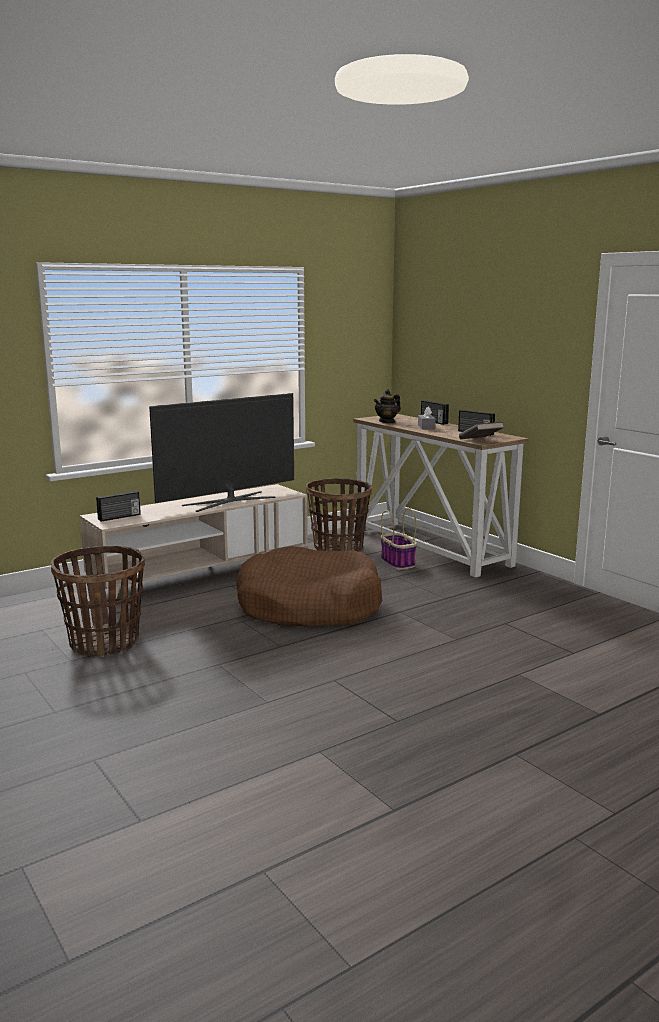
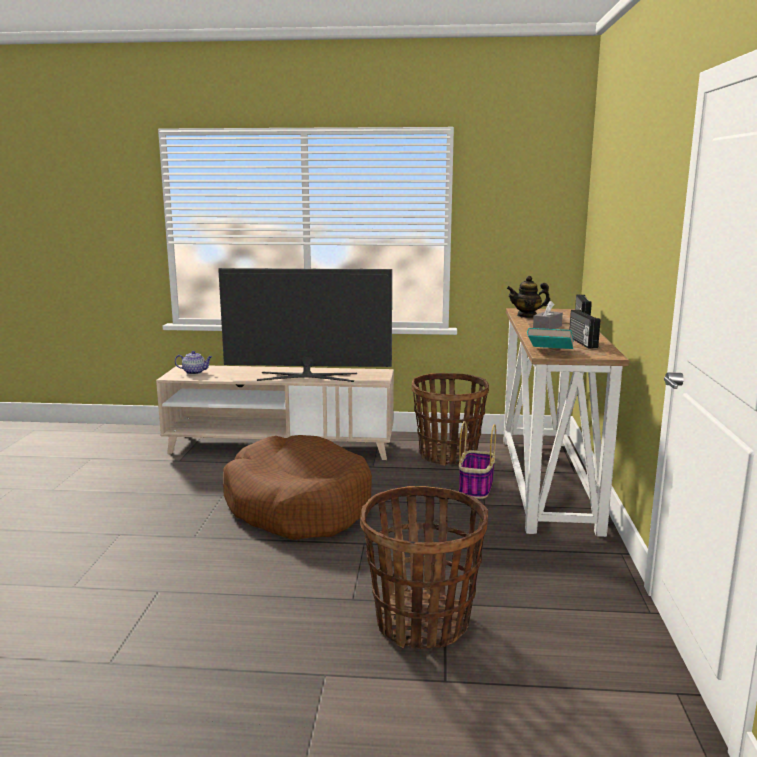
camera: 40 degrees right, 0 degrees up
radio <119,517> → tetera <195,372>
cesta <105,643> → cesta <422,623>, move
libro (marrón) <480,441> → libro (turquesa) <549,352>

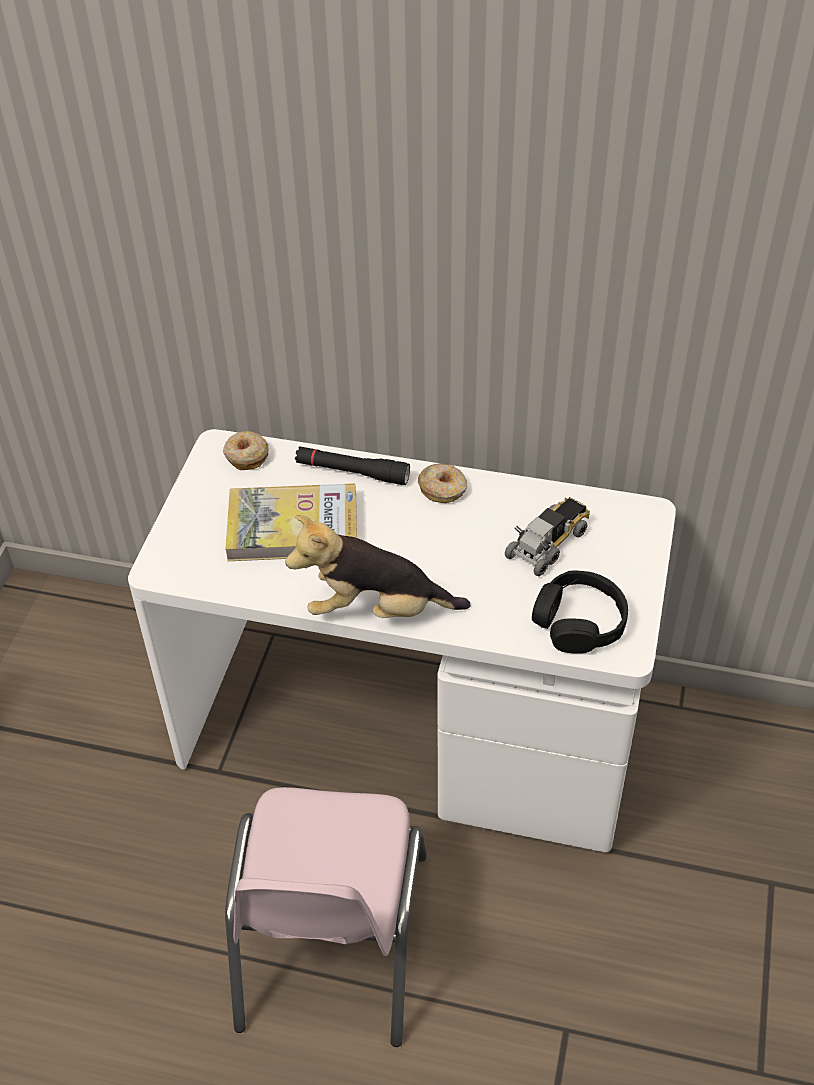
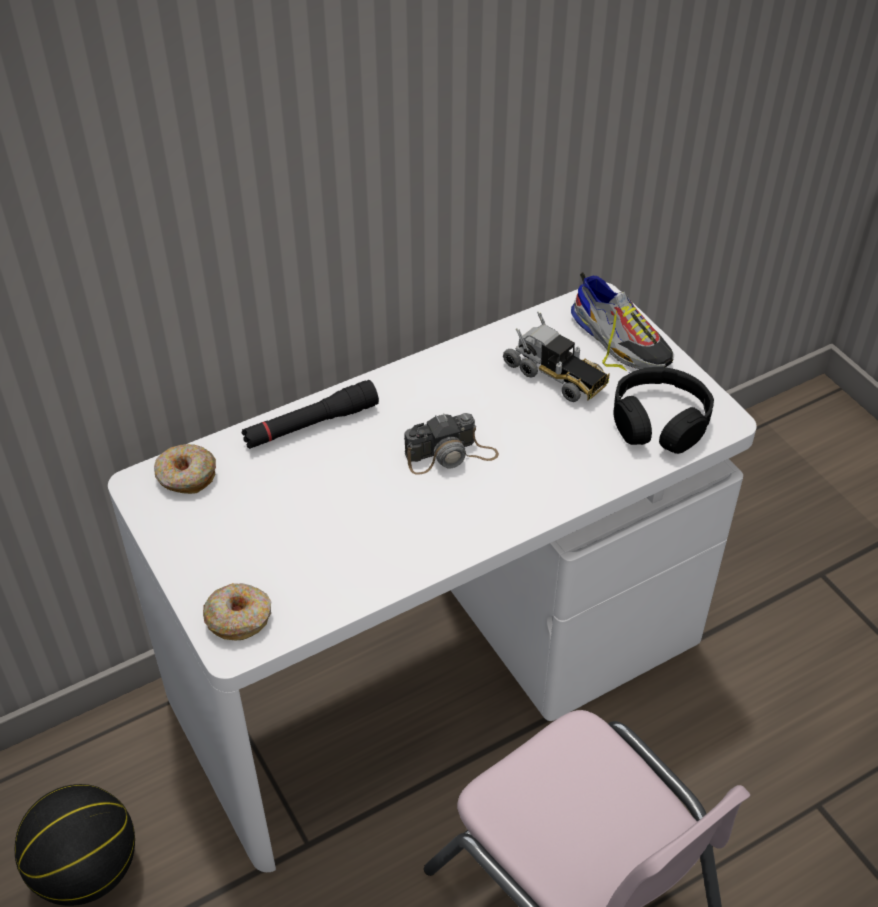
camera: 45 degrees left, 0 degrees up
- → balón de baloncesto <86,869>
rosquilla <443,489> → rosquilla <239,618>, move
- → cámara <450,455>
camión de juguete <548,543> → camión de juguete <556,375>, 135 degrees clockwise
- → zapato <620,340>
libro <293,527> → -
peluche <376,610> → -

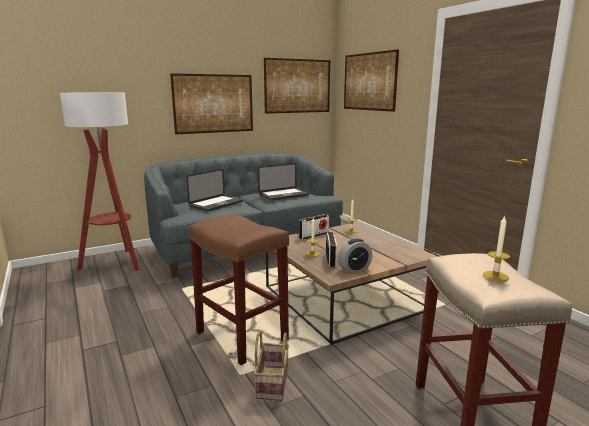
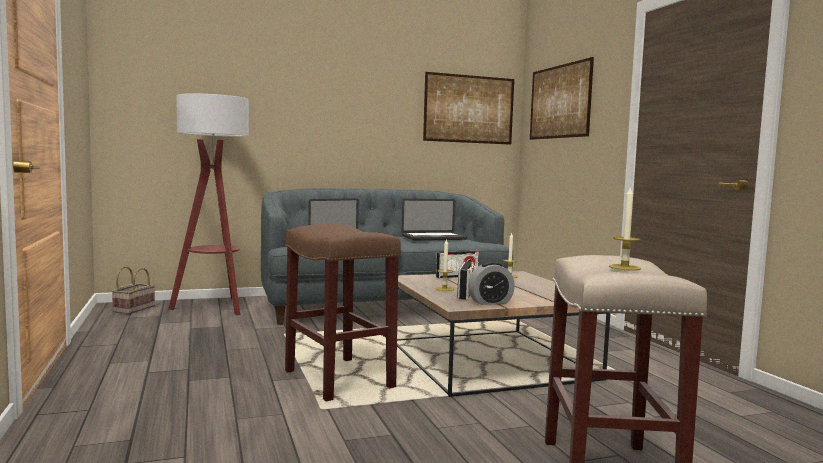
camera: 10 degrees right, 10 degrees down
cesta <271,382> → cesta <134,309>, move
cuadro <213,103> → -

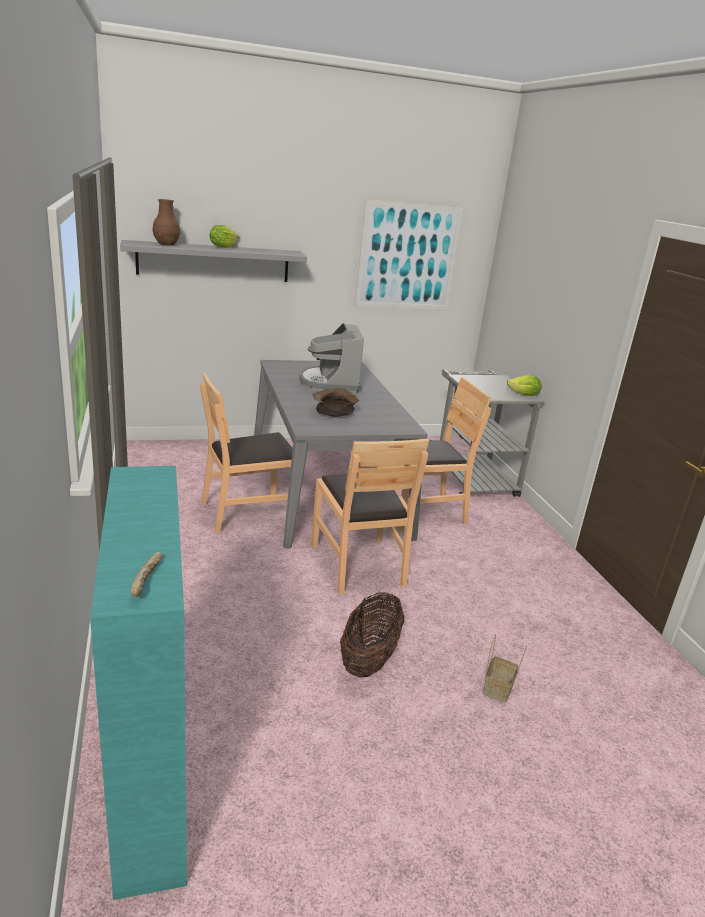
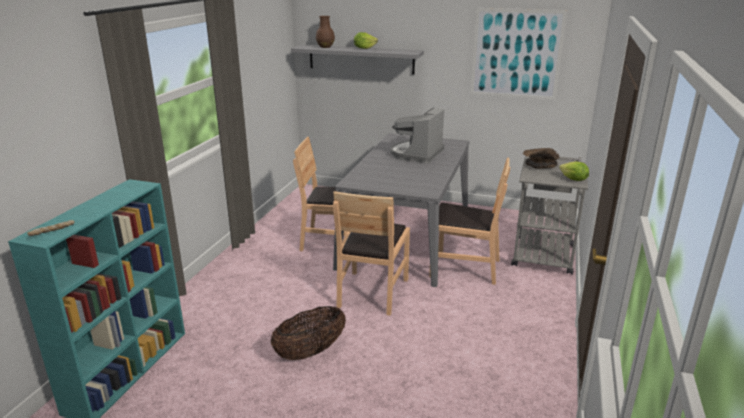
camera: 35 degrees right, 0 degrees up
cuenco (marrón) <334,413> → cuenco (marrón) <539,166>, move
cesta <498,689> → -

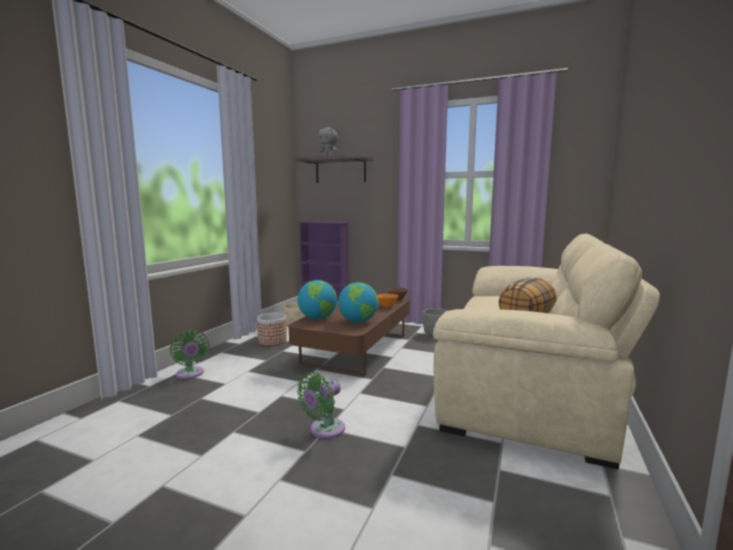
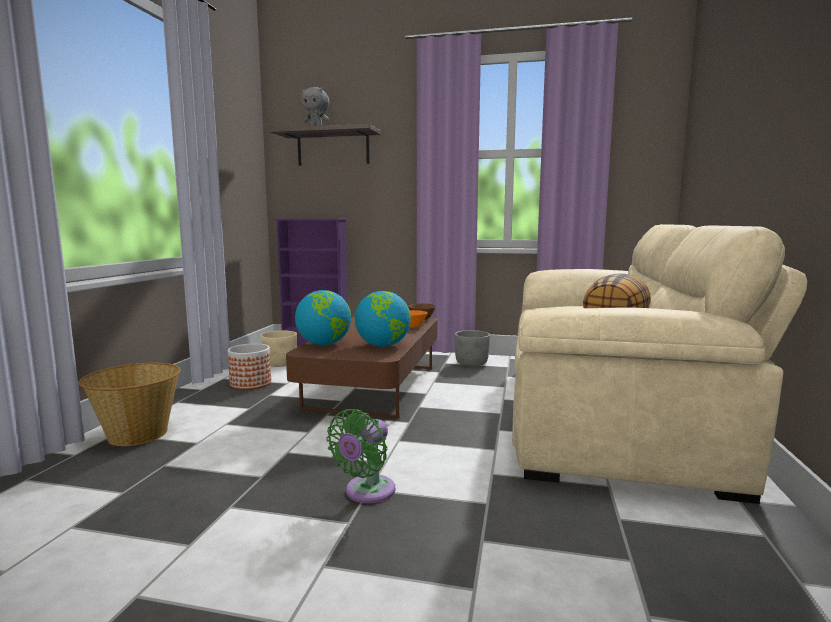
camera: 10 degrees left, 0 degrees up
ventilador (verde) <190,374> → cesta <137,434>

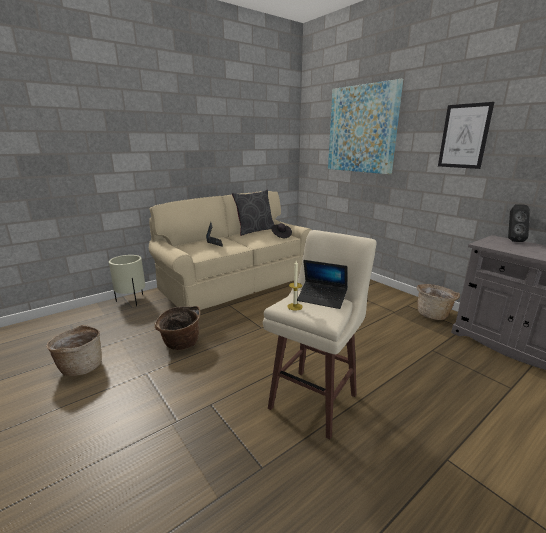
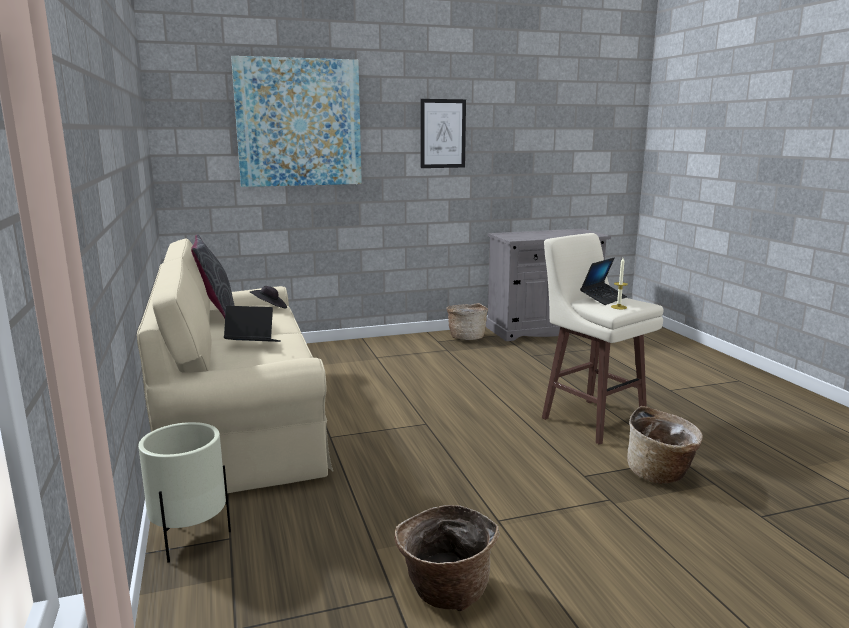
camera: 70 degrees left, 5 degrees down
cesta <181,344> → cesta <660,474>, move
altavoz (negro) <512,240> → -

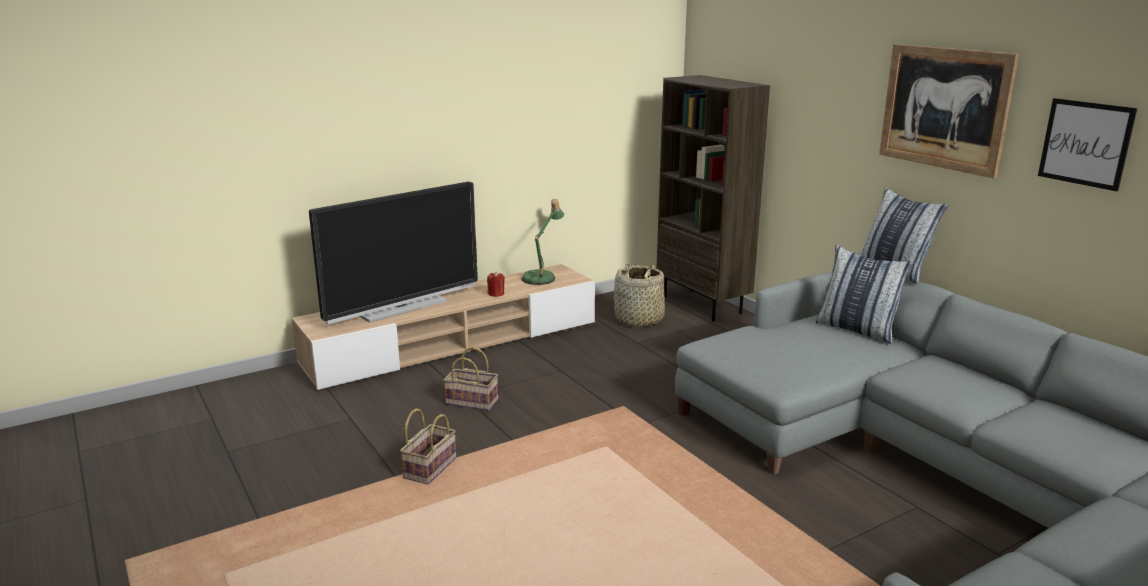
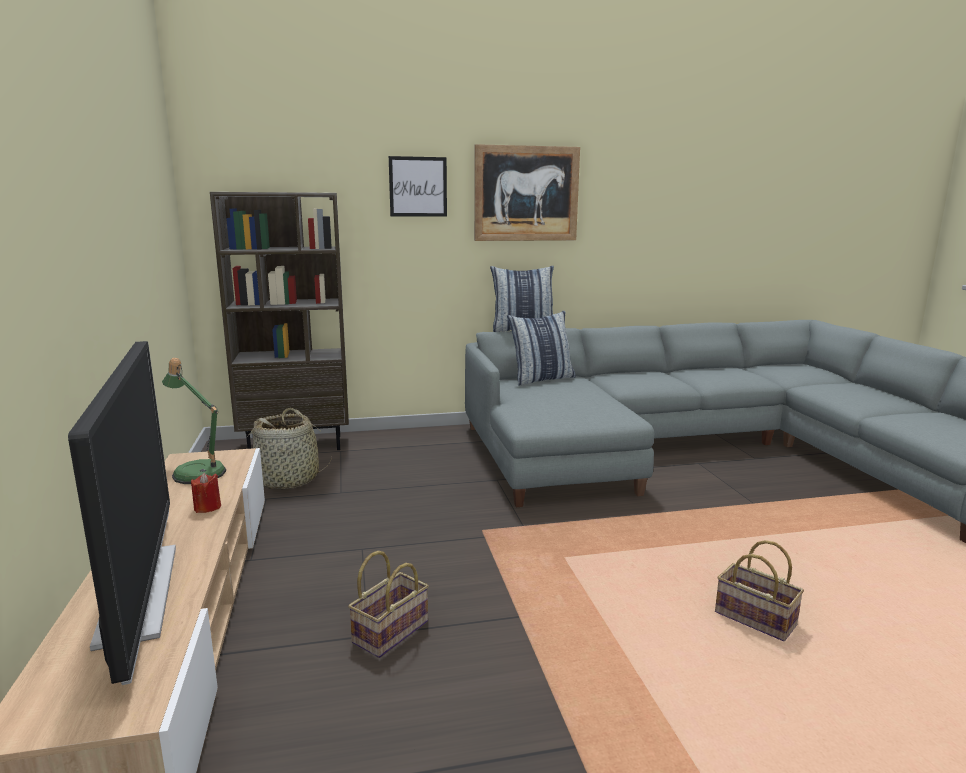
camera: 70 degrees left, 5 degrees down
cuadro <1085,143> → cuadro <418,187>, move
cesta <430,467> → cesta <752,619>, move

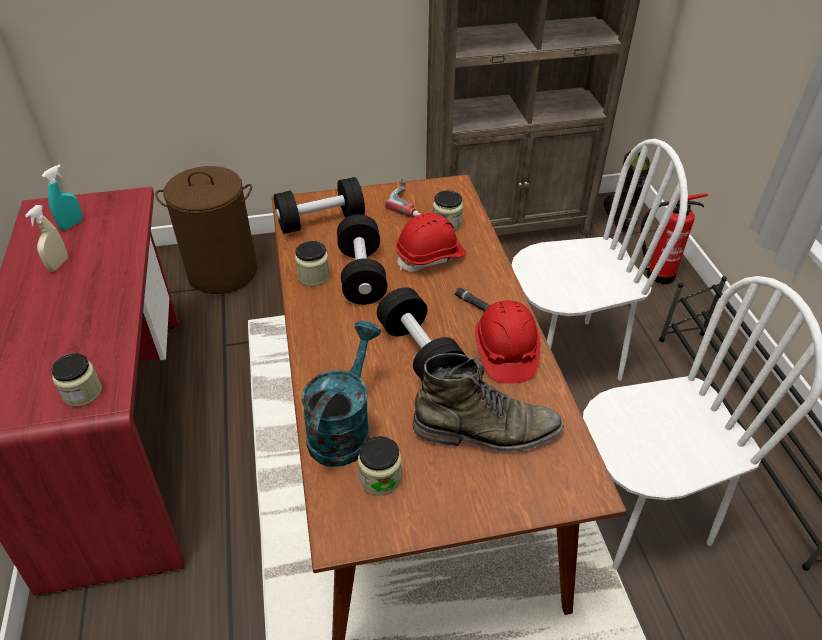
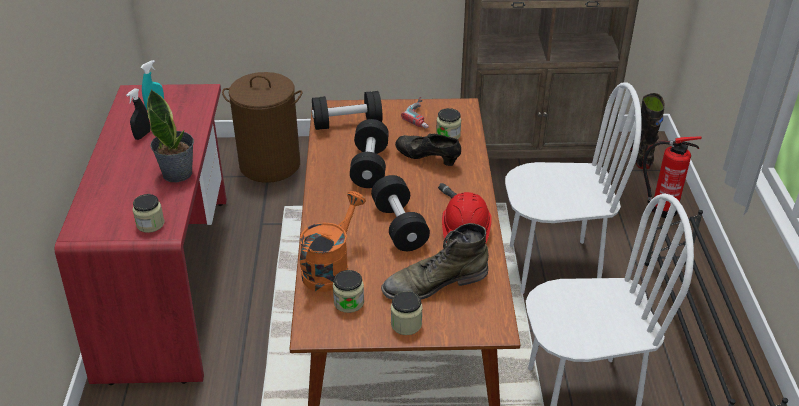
camera: 10 degrees right, 5 degrees down
pulverizador (beis) <58,264> → pulverizador (negro) <142,135>
- → planta en maceta <178,173>
regadera (turquesa) <343,428> → regadera (naranja) <330,268>
bota (verde) <487,430> → bota (verde) <434,282>, 150 degrees clockwise
tarro <313,276> → tarro <406,324>, move
casco (rojo) <431,257> → zapato (negro) <427,159>

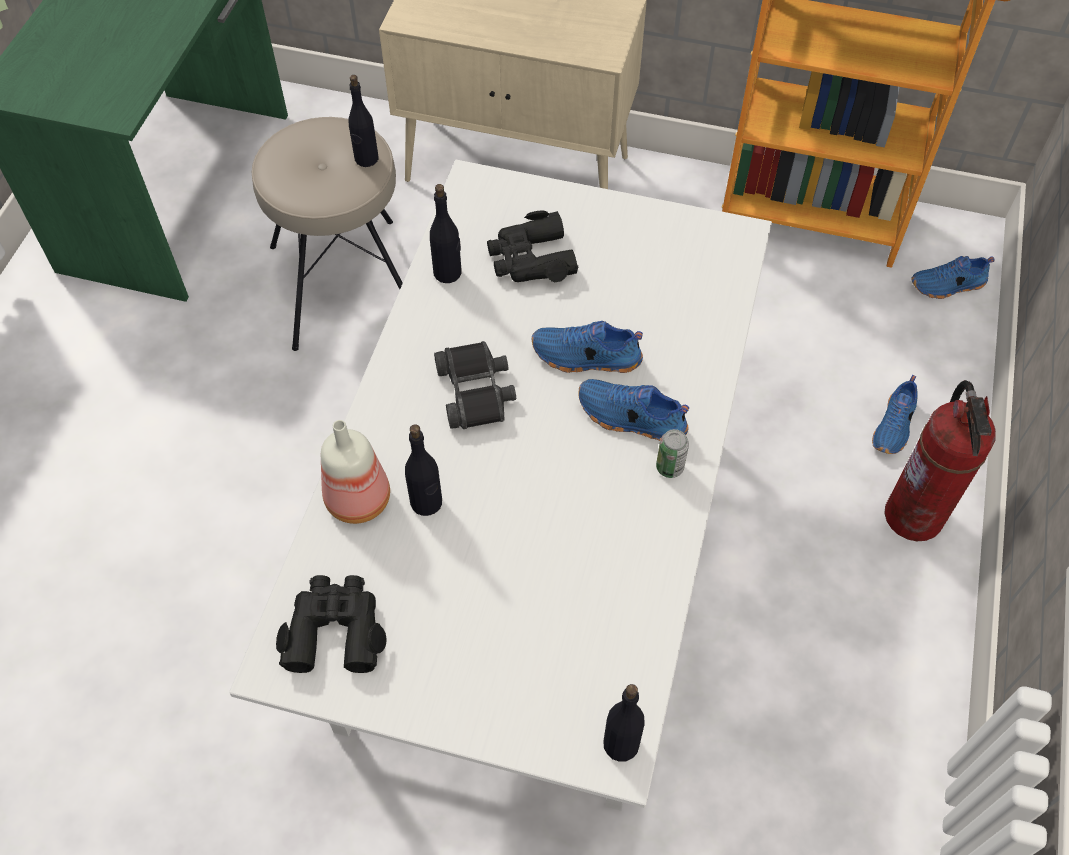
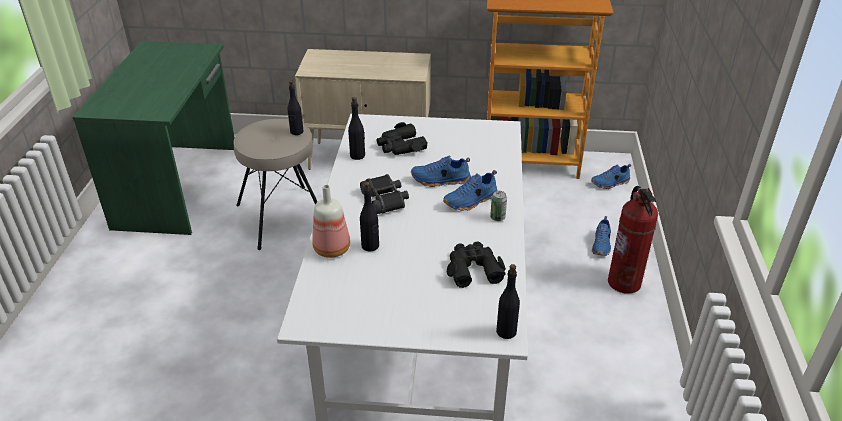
camera: 10 degrees left, 20 degrees down
zapato (azul) <630,419> → zapato (azul) <471,201>, 45 degrees counterclockwise
prismáticos (negro) <334,629> → prismáticos (negro) <473,269>, move

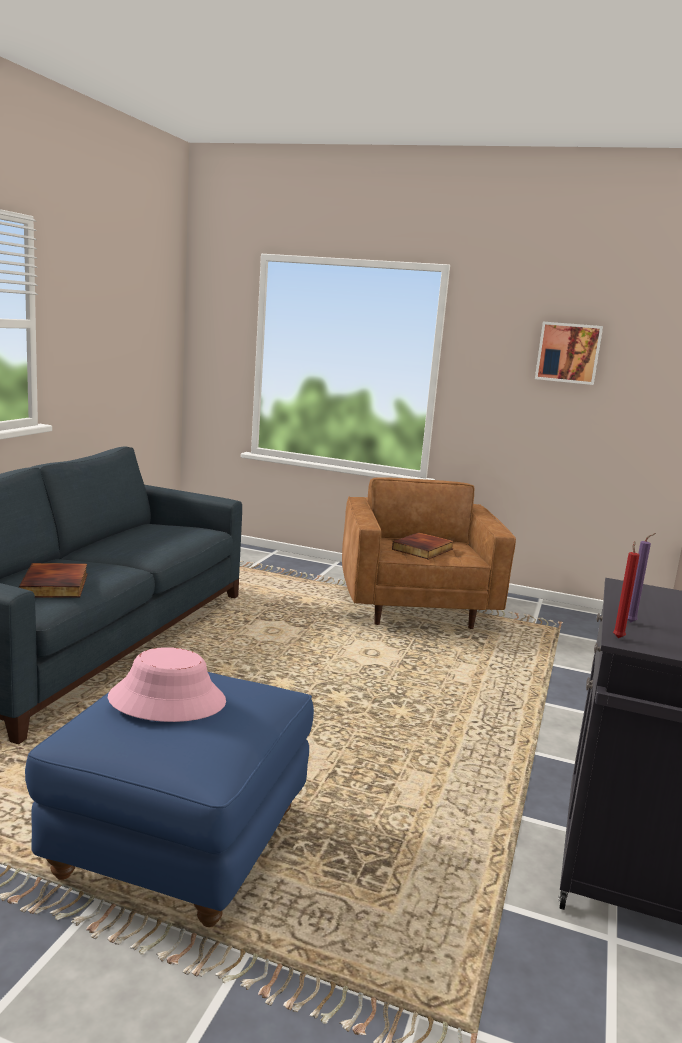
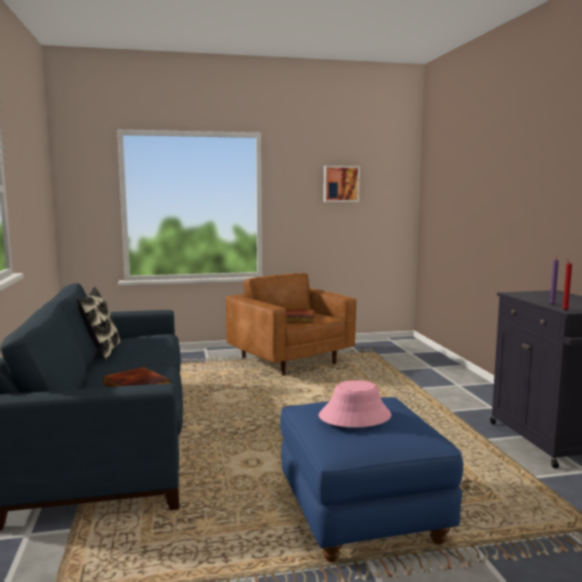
camera: 30 degrees left, 5 degrees down
- → cojín <101,352>

